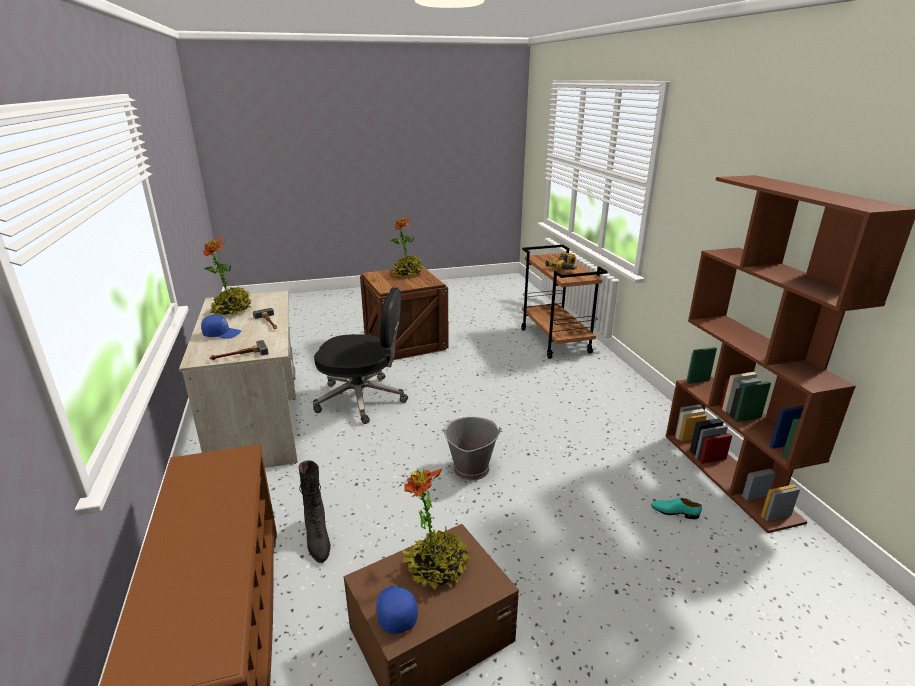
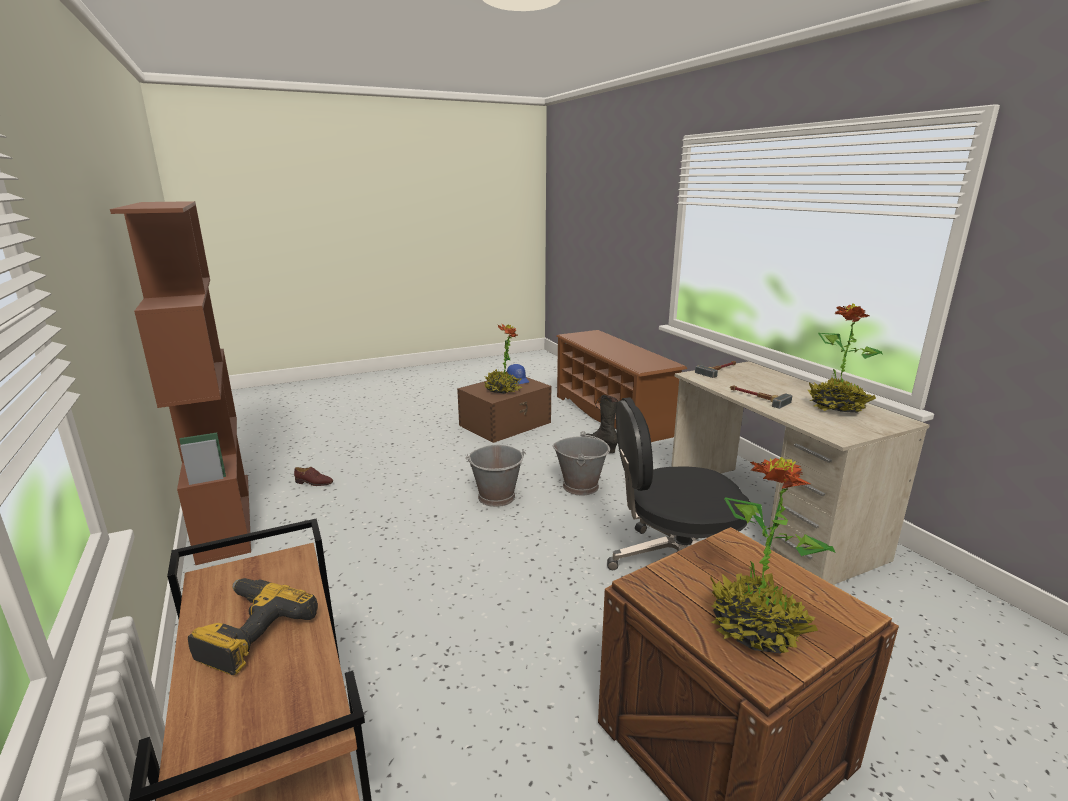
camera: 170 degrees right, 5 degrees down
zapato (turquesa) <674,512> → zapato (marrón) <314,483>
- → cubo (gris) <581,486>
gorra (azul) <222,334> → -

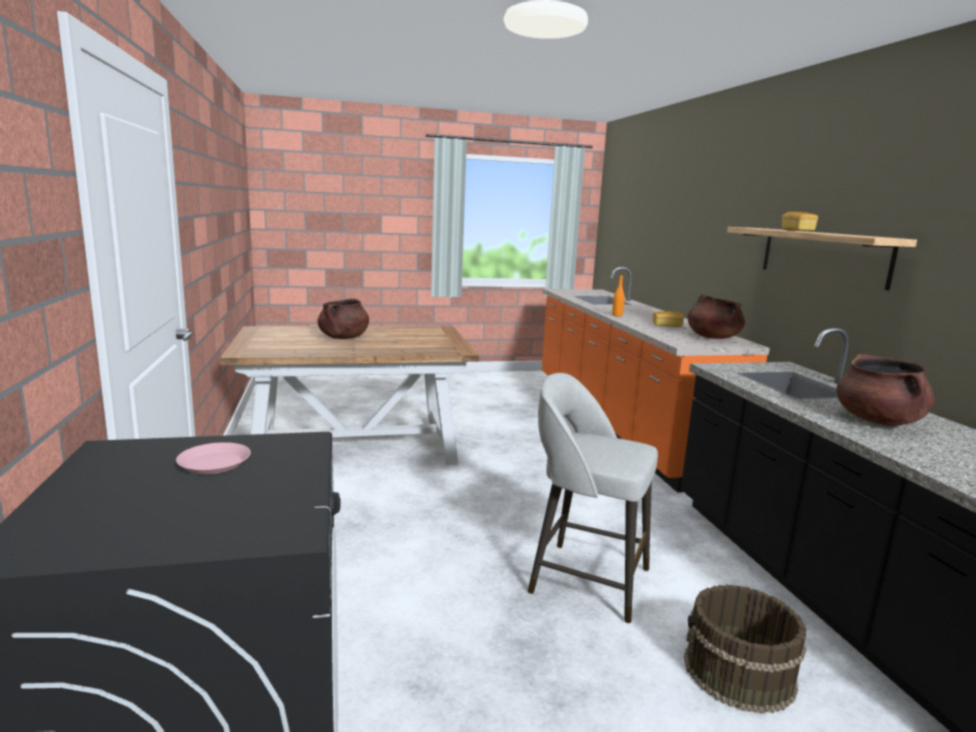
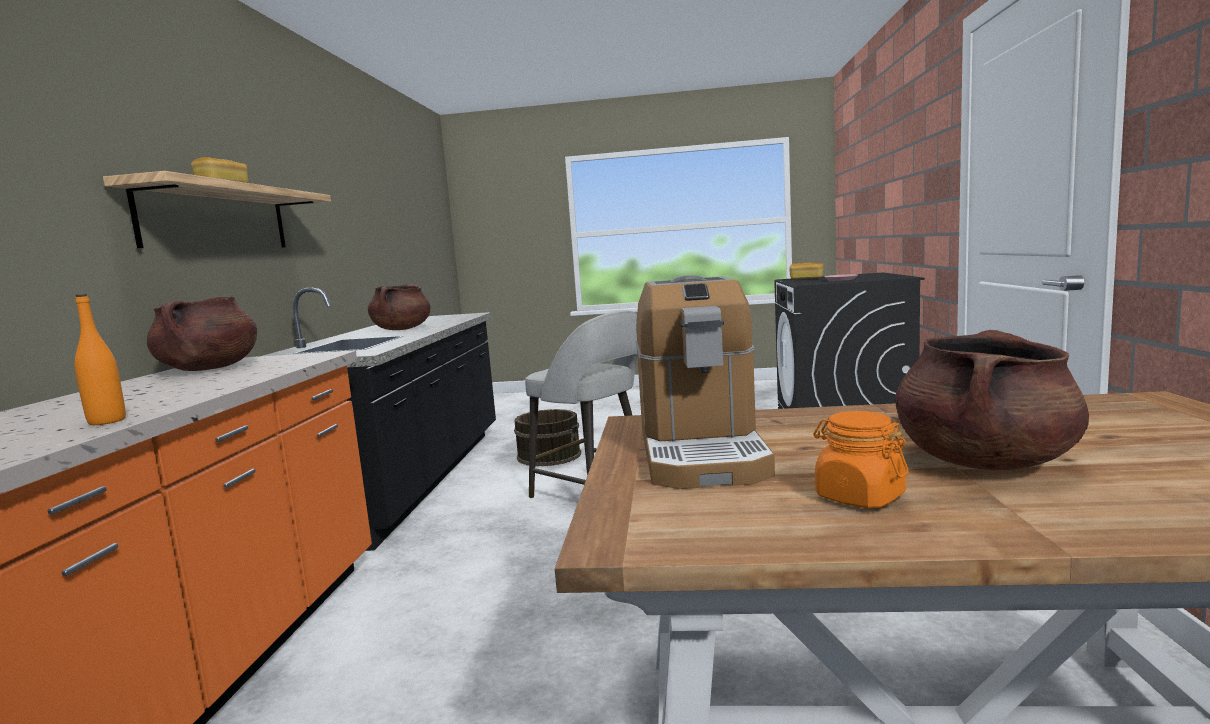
camera: 160 degrees left, 5 degrees down
- → cafetera <700,451>
pan <667,326> → pan <806,278>, move
- → tarro (naranja) <859,497>

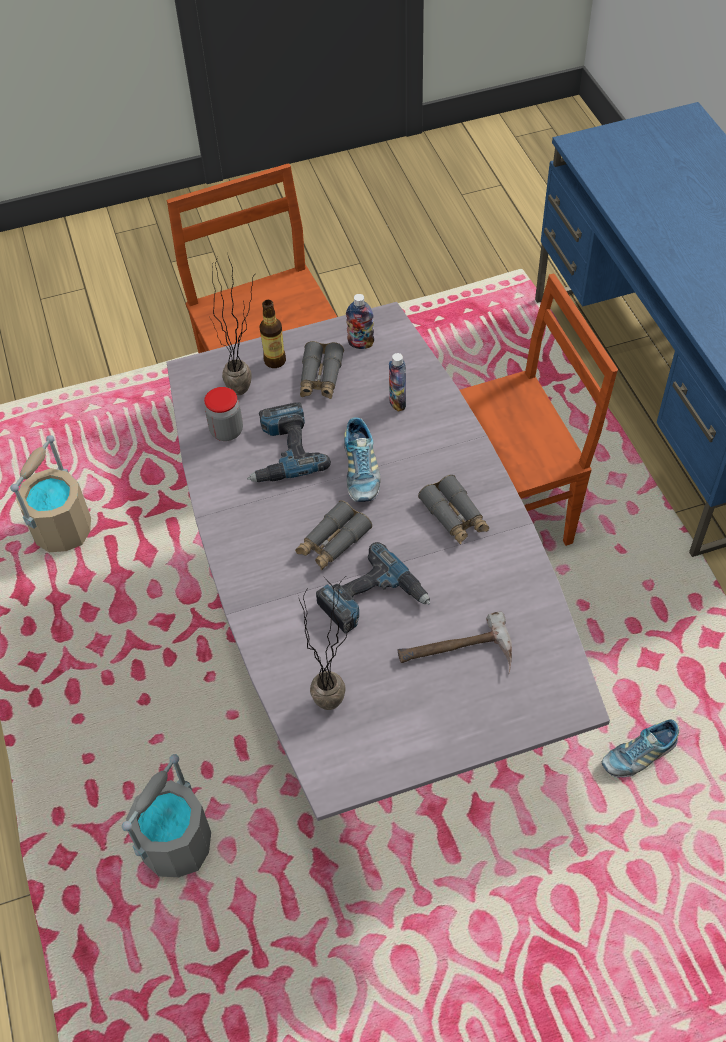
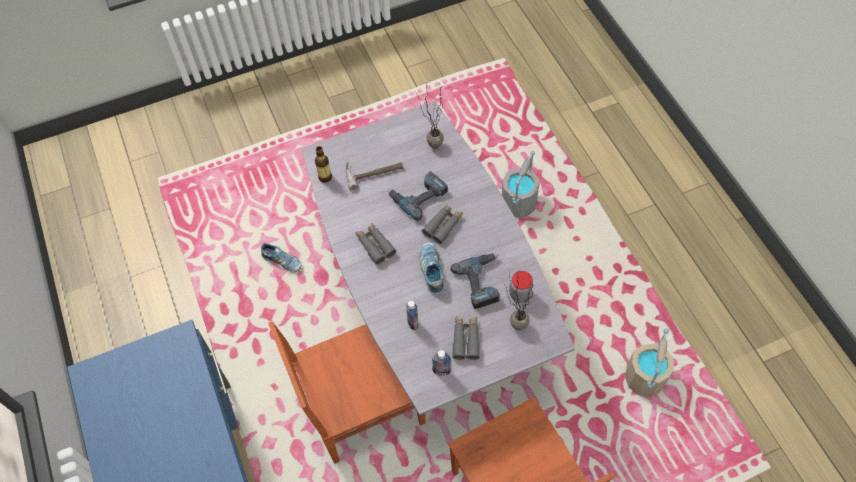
camera: 175 degrees right, 5 degrees up
zapato <638,755> → zapato <282,261>, 60 degrees clockwise
botella <275,361> → botella <325,177>, move

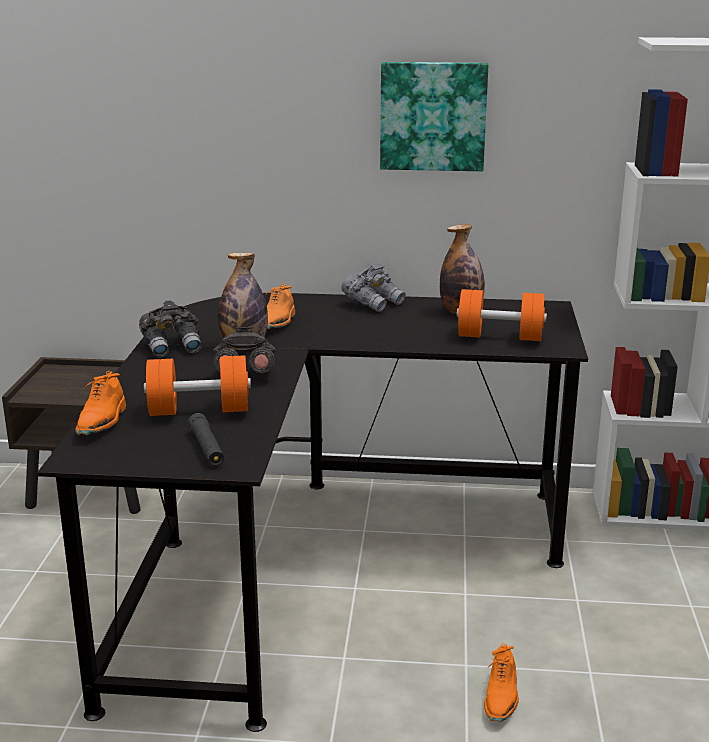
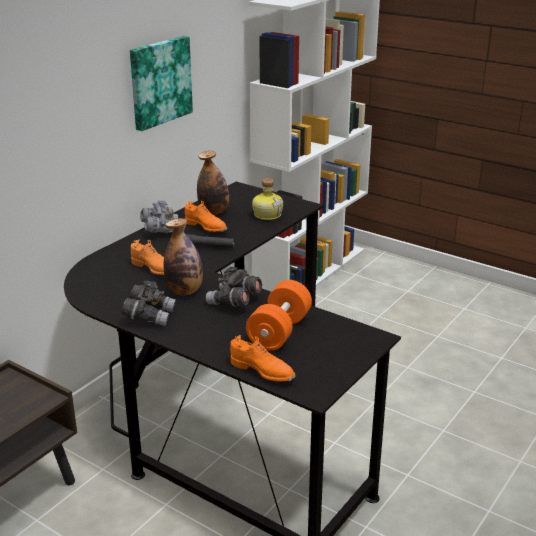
camera: 60 degrees left, 5 degrees up
zapato (naranja) <501,698> → zapato (naranja) <206,227>, move
linterna (negro) <207,448> → linterna (negro) <209,246>, move
mancuerna (naranja) <500,337> → botella <267,214>

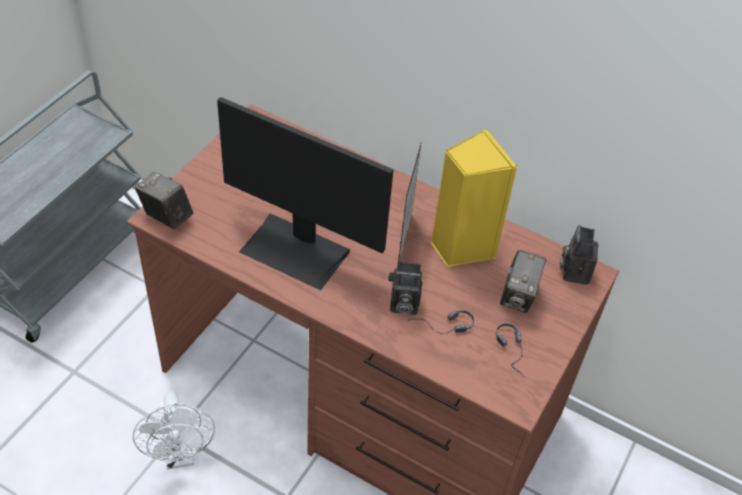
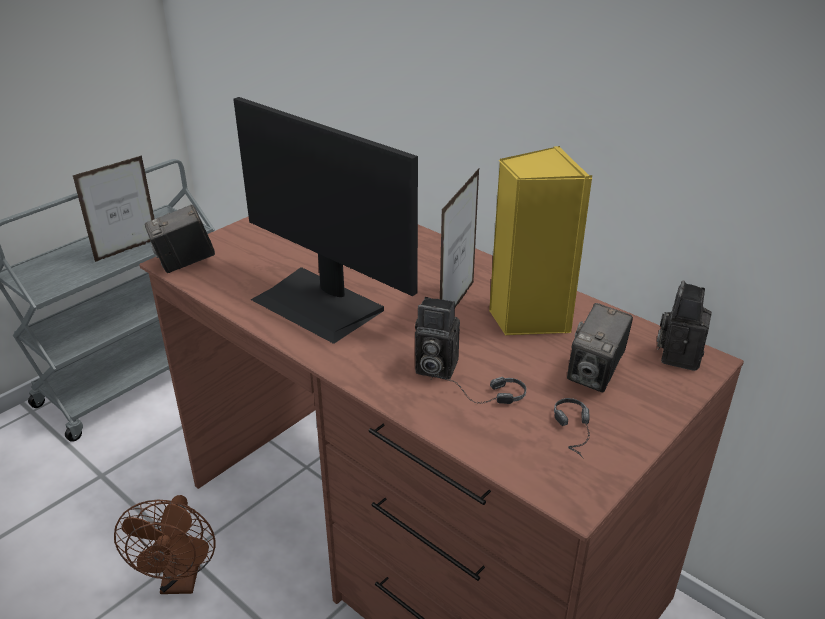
camera: 15 degrees right, 15 degrees down
- → portarretratos <127,250>
ventilador (blanco) <180,455> → ventilador (marrón) <181,580>
cámara <166,216> → cámara <184,263>, 75 degrees counterclockwise

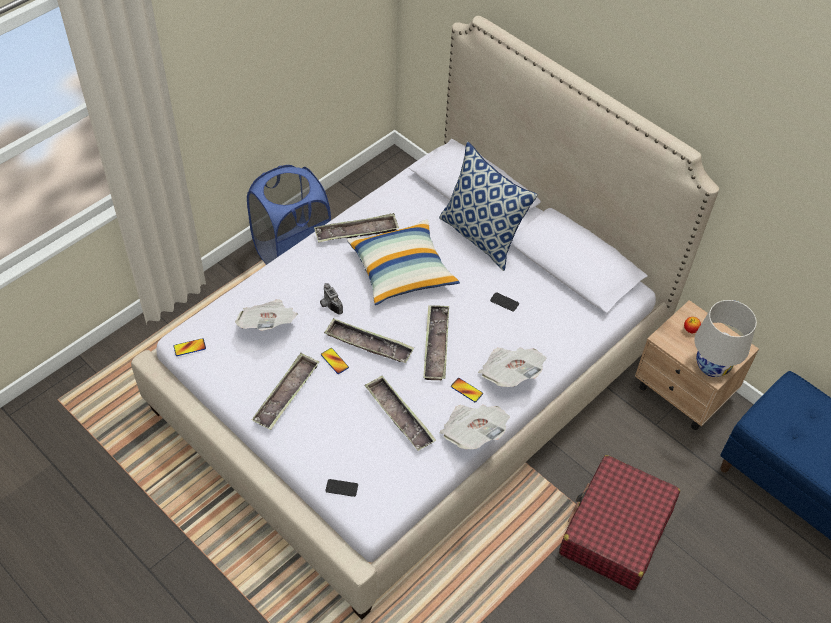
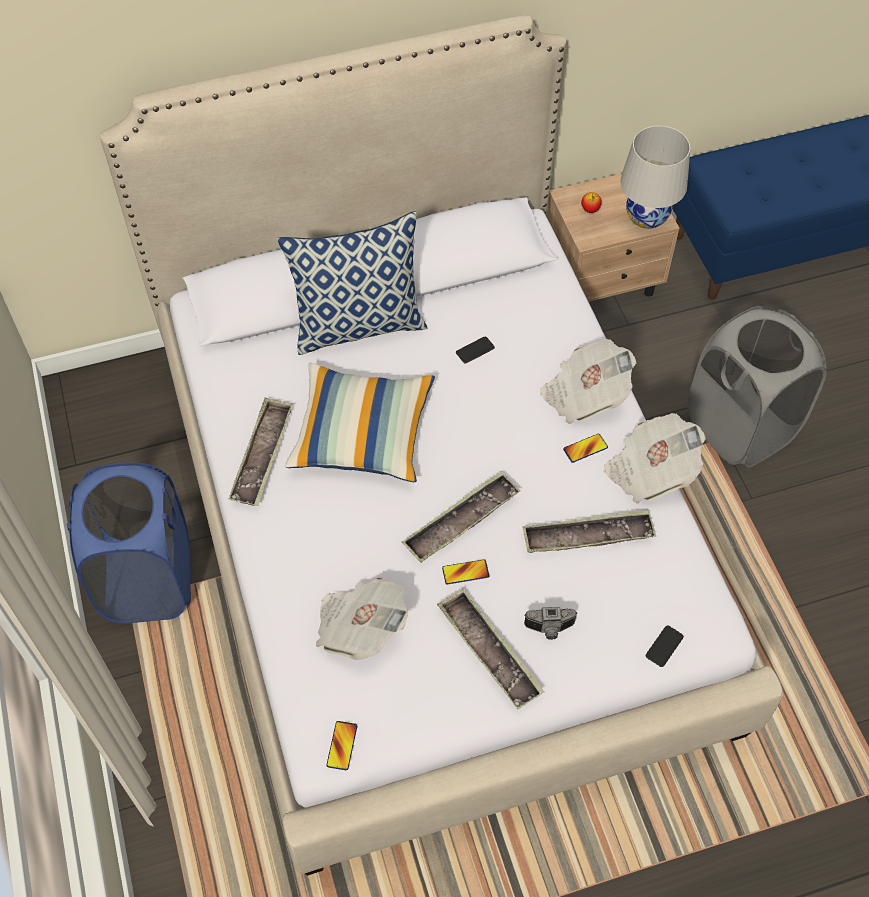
camera: 60 degrees left, 5 degrees up
cámara <329,305> → cámara <550,630>, move
maleta (rojo) <615,530> → cesto de la ropa (gris) <740,428>
bandeja <436,345> → -

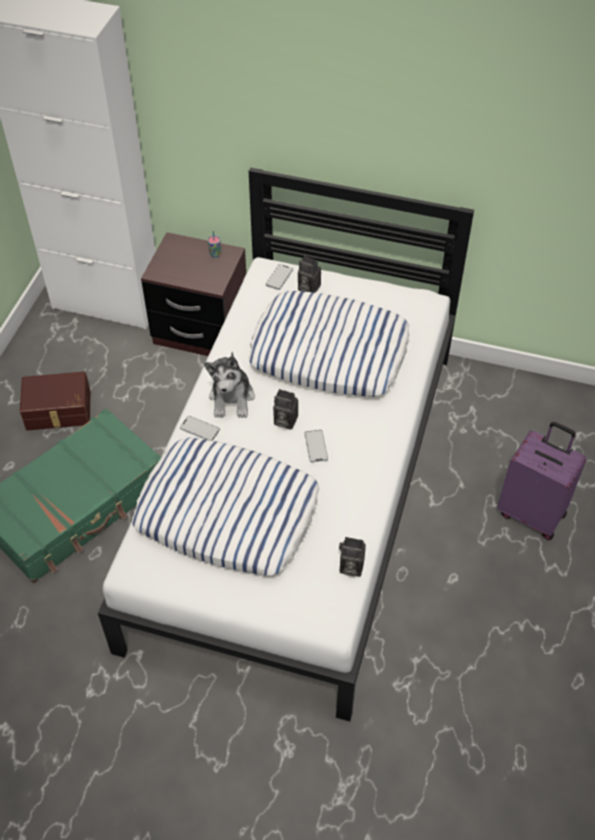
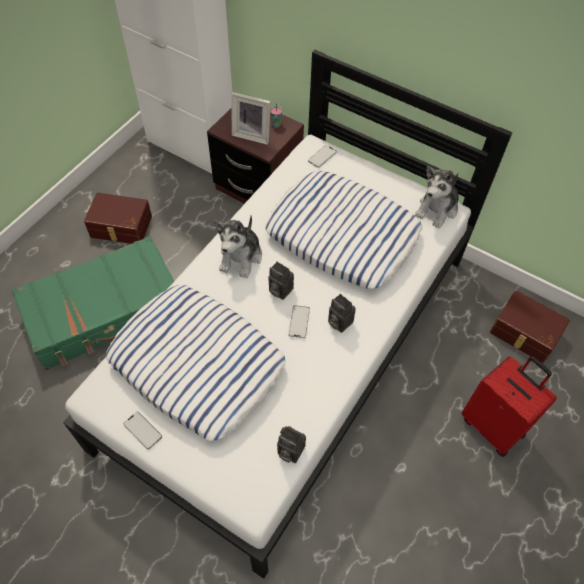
camera: 15 degrees right, 5 degrees up
móvil <200,429> → móvil <143,430>, move
- → portarretratos <252,134>
cámara <307,288> → cámara <338,322>, move
- → peluche <437,209>
maleta (morado) <532,513> → maleta (rojo) <493,425>
- → caja de almacenaje (marrón) <524,334>

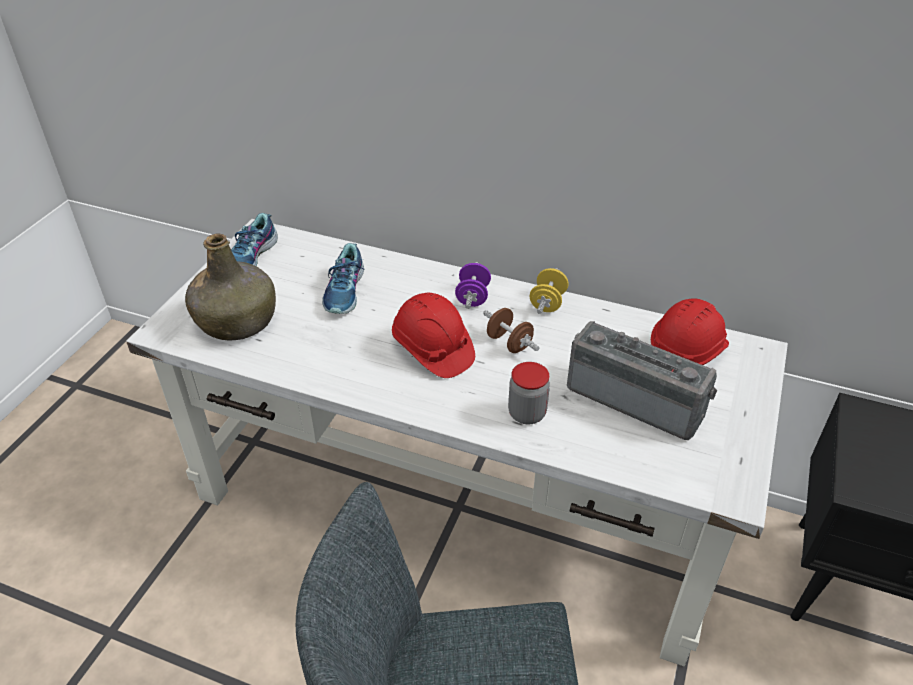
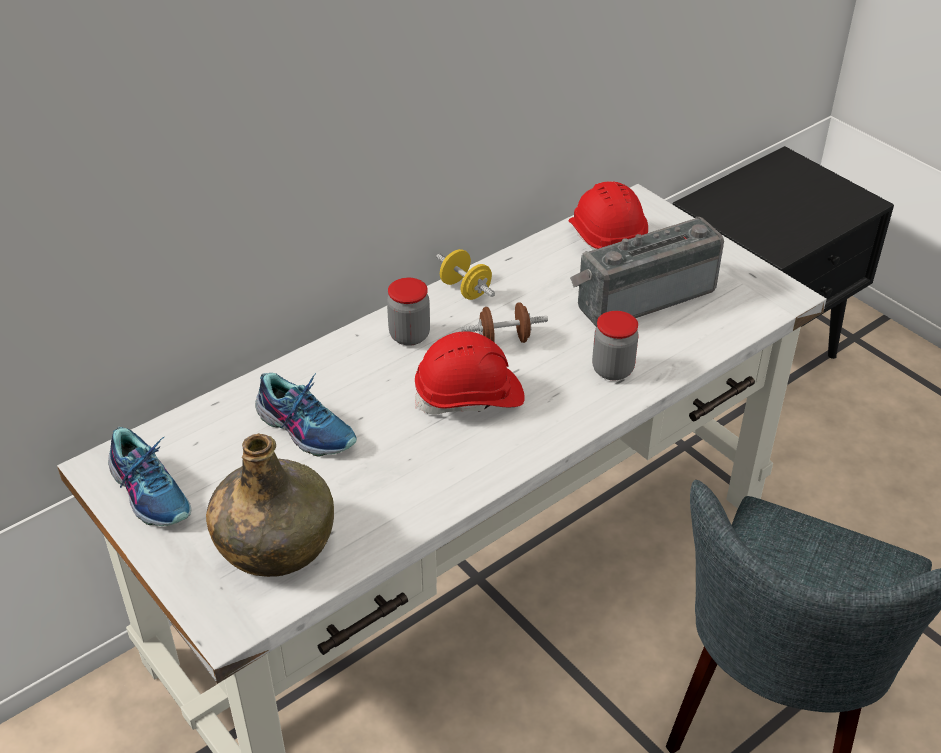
camera: 60 degrees left, 0 degrees up
mancuerna (morado) <473,297> → tarro <409,335>

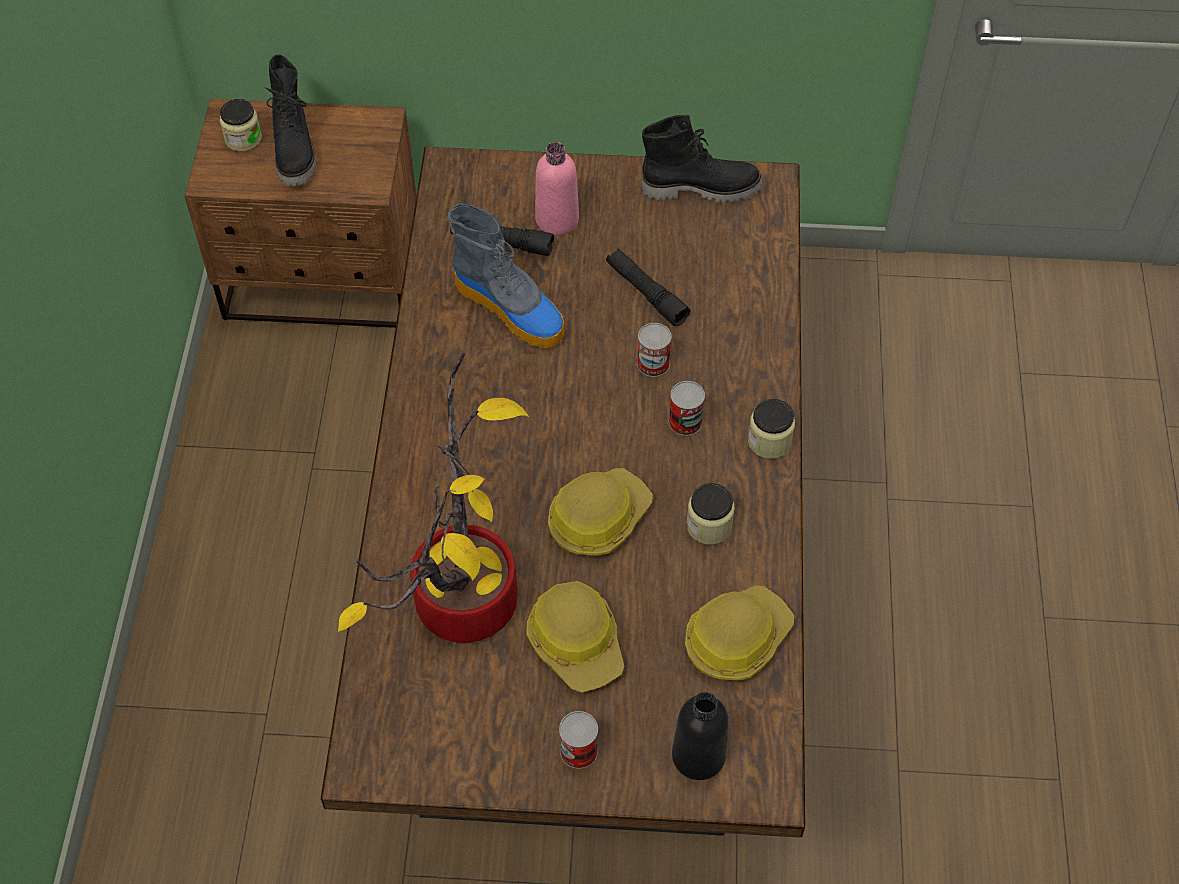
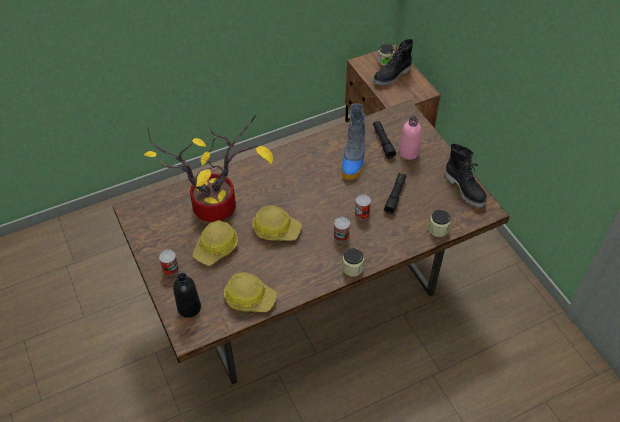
camera: 60 degrees right, 5 degrees down
tarro <709,526> → tarro <438,229>, move

